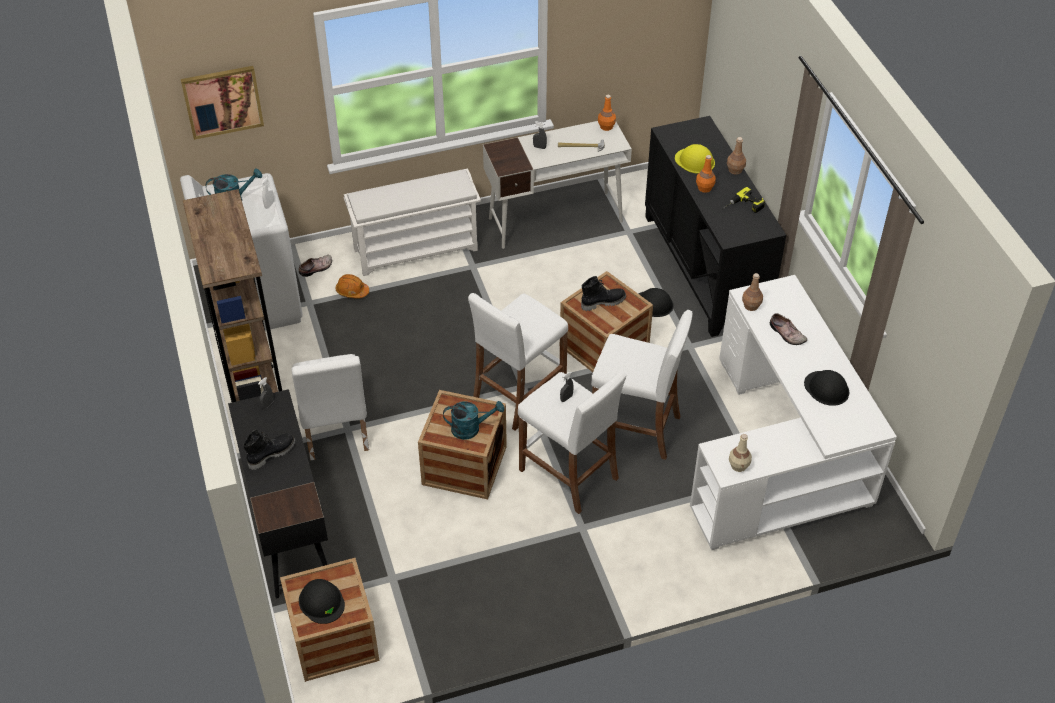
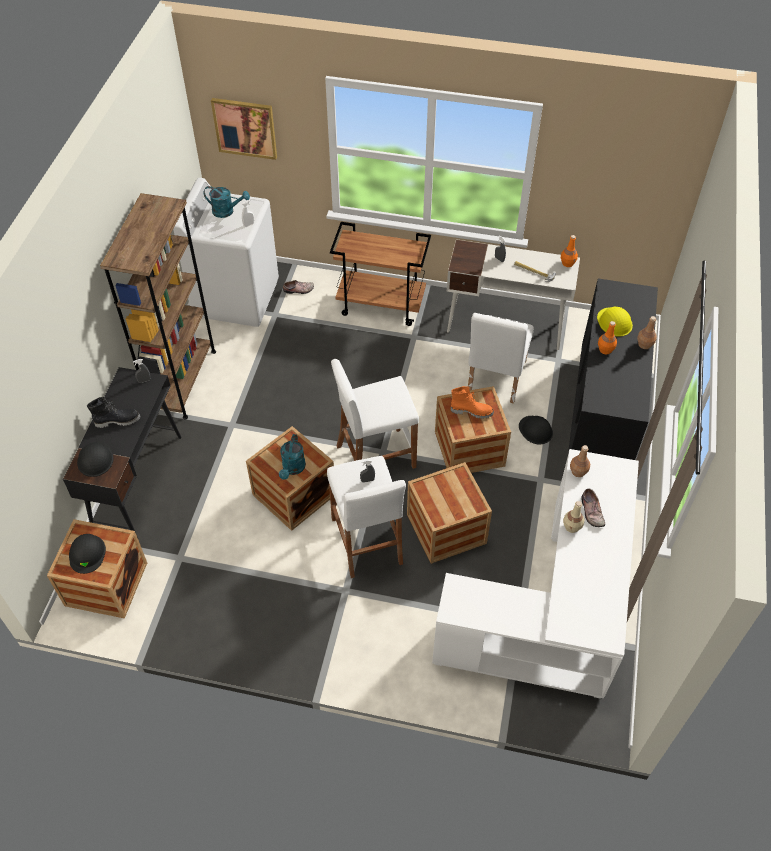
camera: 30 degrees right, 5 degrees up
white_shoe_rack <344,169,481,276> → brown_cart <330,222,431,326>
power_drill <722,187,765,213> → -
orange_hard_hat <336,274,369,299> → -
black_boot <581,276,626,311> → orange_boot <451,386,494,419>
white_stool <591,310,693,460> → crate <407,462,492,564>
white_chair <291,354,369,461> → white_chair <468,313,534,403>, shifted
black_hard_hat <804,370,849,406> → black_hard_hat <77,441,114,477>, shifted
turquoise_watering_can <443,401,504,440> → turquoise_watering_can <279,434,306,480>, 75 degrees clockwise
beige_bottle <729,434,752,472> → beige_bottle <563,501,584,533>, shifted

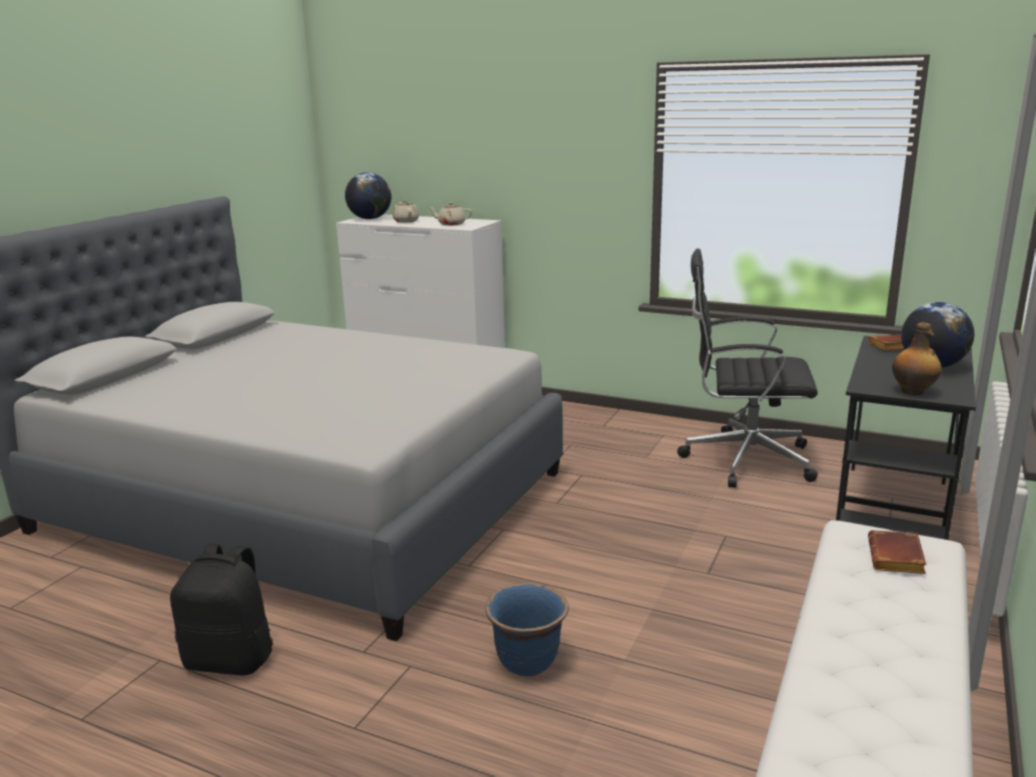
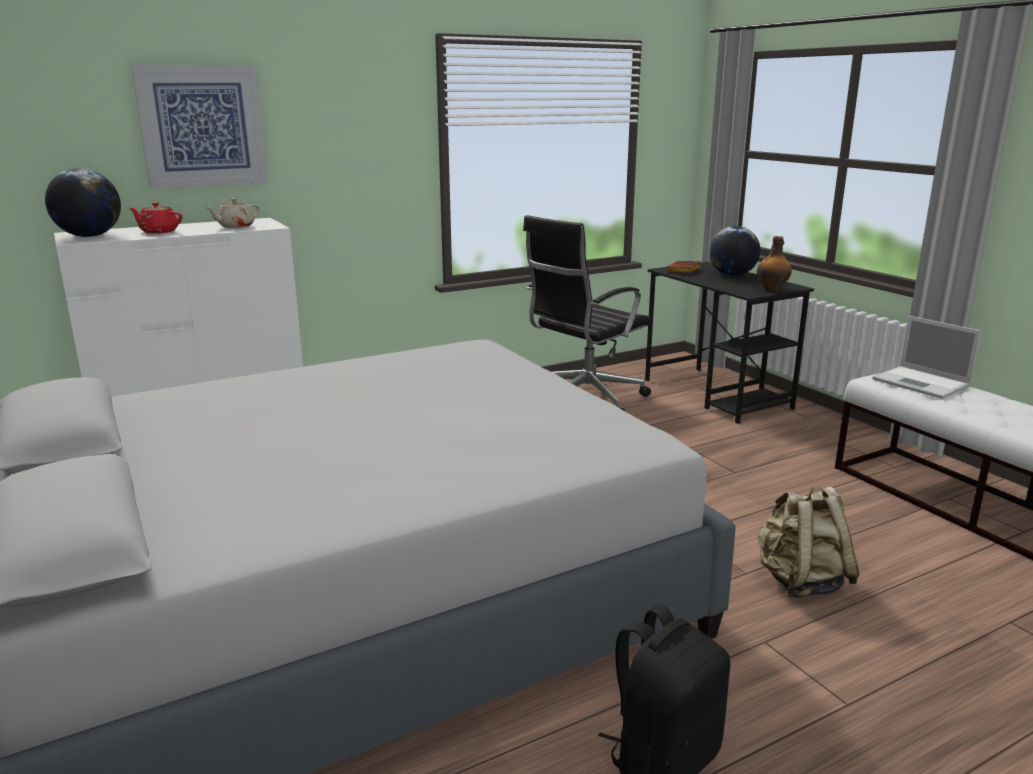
camera: 55 degrees left, 0 degrees up
beige_teapot <392,200,419,223> → red_teapot <130,202,182,234>
brown_book <868,530,927,574> → laptop <872,316,982,399>
blue_planter <485,582,569,676> → beige_backpack <757,487,860,598>
- → picture <131,64,267,188>

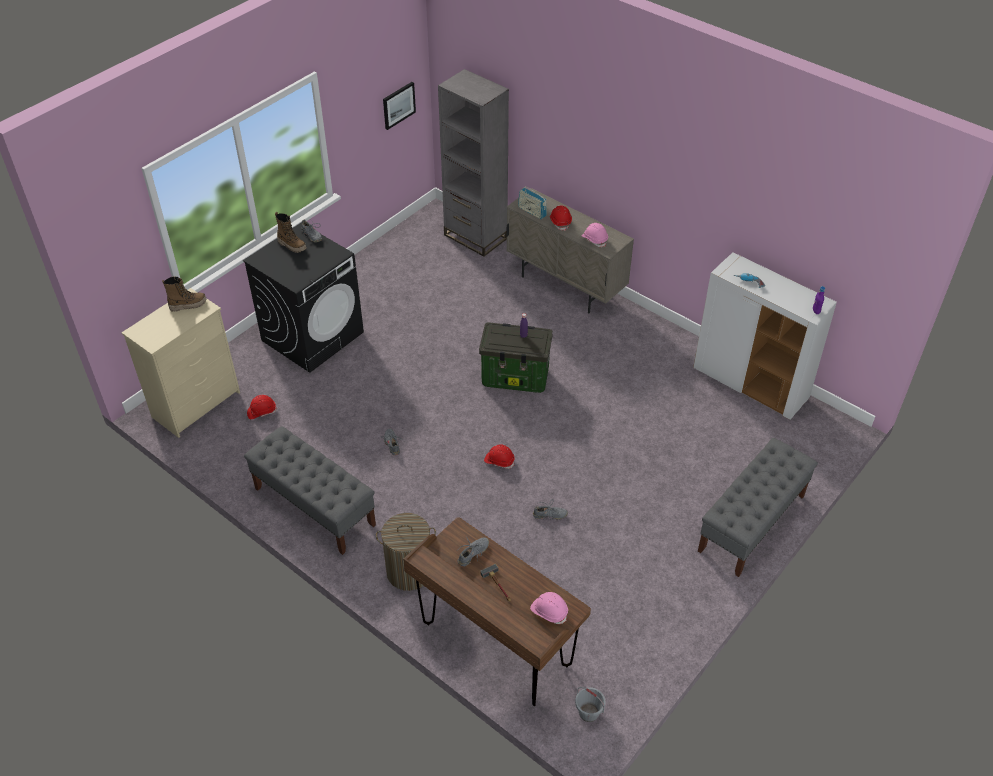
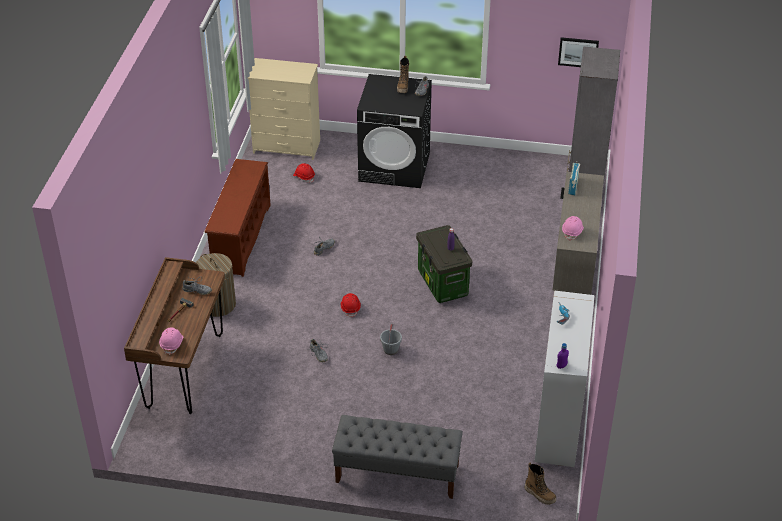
camera: 60 degrees right, 5 degrees down
red_hard_hat <550,205,572,231> → -
boot <162,276,207,312> → boot <524,462,556,505>, shifted
grey_bench <244,426,376,555> → brown_shoe_rack <204,159,271,277>
grey_bucket <575,687,605,722> → grey_bucket <380,323,402,355>, shifted

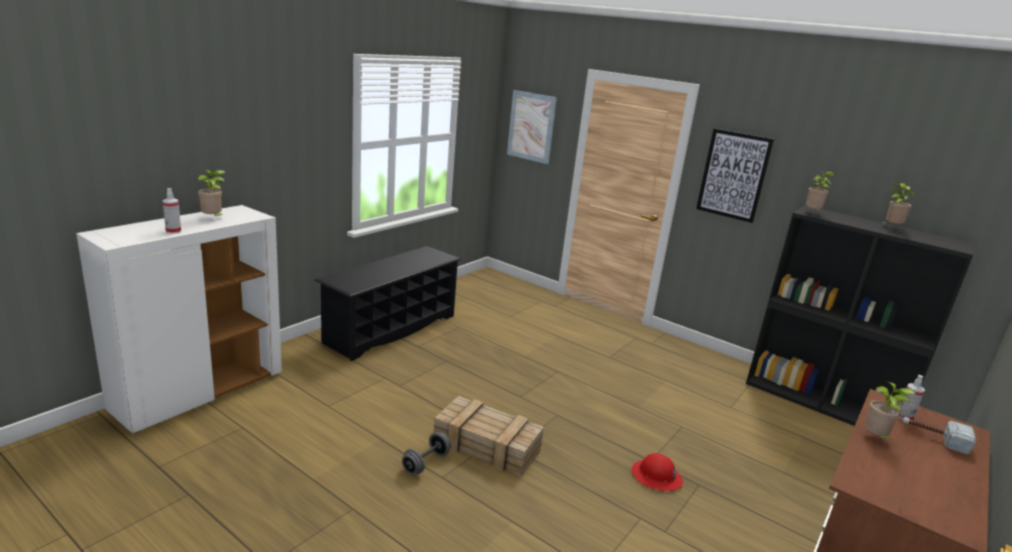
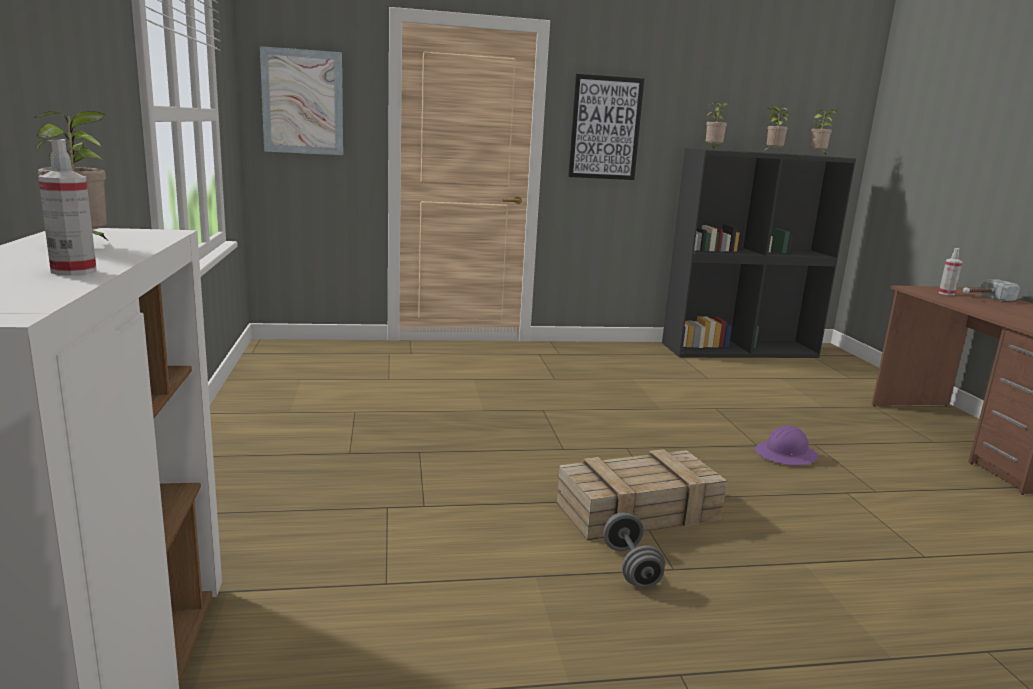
camera: 45 degrees left, 5 degrees down
black_shoe_rack <314,246,461,361> → -
potted_plant <864,381,916,439> → potted_plant <810,110,836,154>, shifted
red_hard_hat <631,453,683,491> → purple_hard_hat <755,426,818,466>

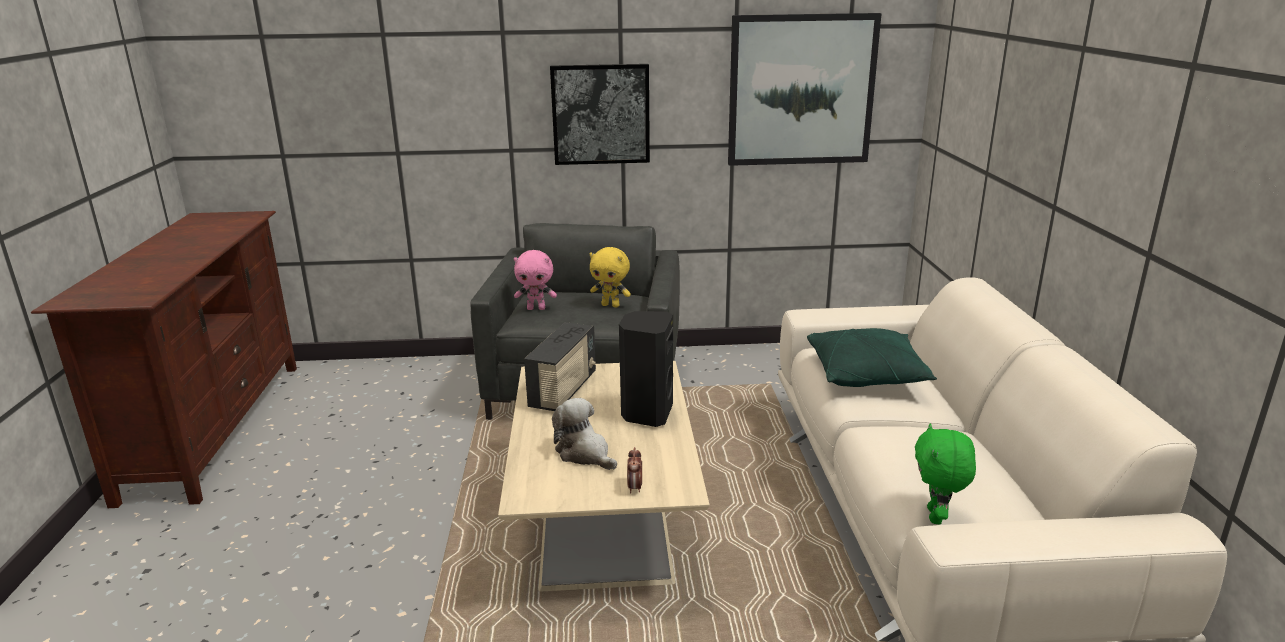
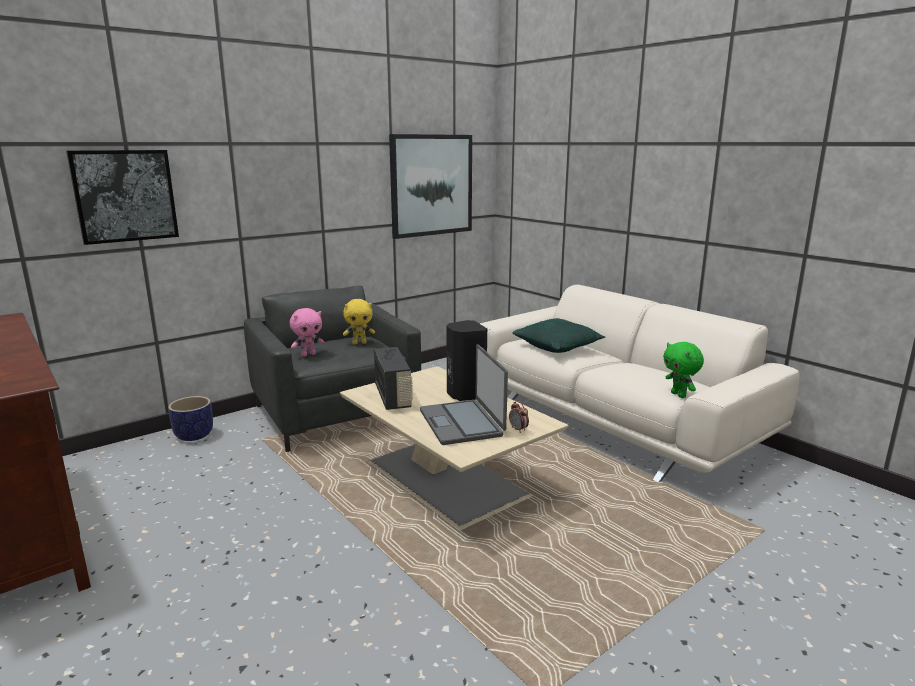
camera: 35 degrees left, 5 degrees down
picture <550,64,650,165> → picture <66,150,179,245>, shifted
plush_toy <552,398,617,470> → laptop <420,344,508,445>
- → planter <168,396,213,441>

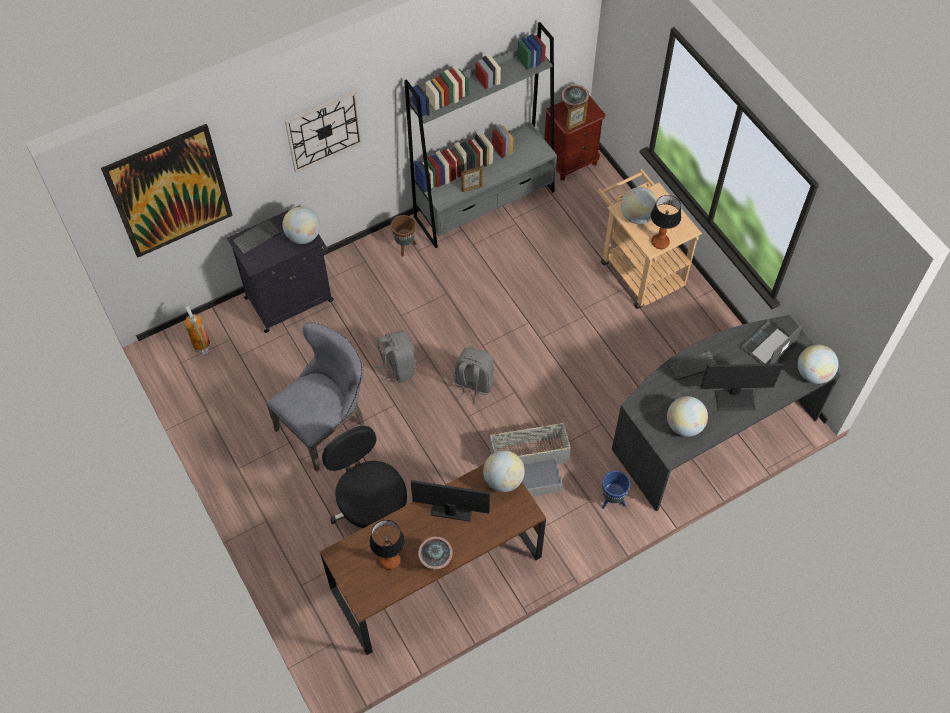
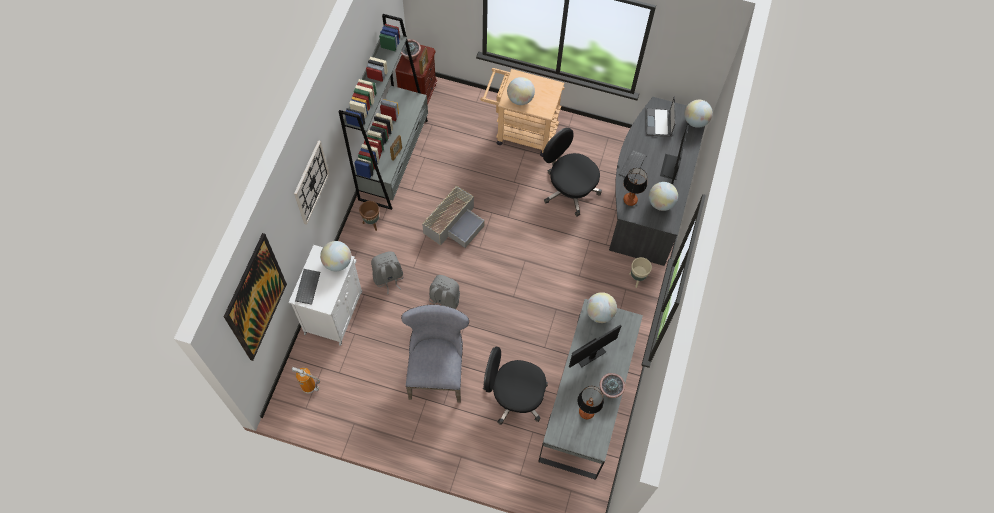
camera: 45 degrees left, 5 degrees up
table_lamp <651,195,681,249> → table_lamp <623,168,647,206>, shifted
black_cabinet <227,205,334,333> → white_cabinet <288,245,362,346>
grey_backpack <454,348,493,405> → grey_backpack <371,251,403,294>, shifted
monitor <700,363,783,411> → monitor <660,124,689,184>, 150 degrees clockwise
grey_storage_box <490,421,571,496> → grey_storage_box <422,186,485,248>, shifted
brown_desk <320,464,546,655> → grey_desk <538,299,643,480>
blue_planter <602,471,631,509> → beige_planter <629,257,652,288>
- → black_office_chair <543,128,602,216>

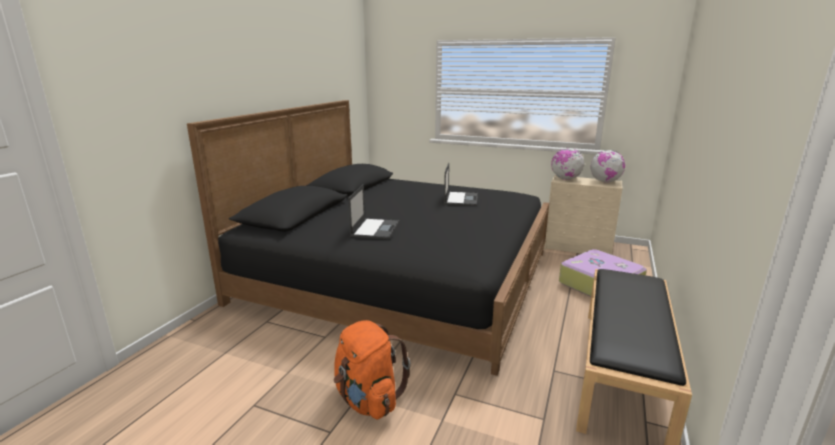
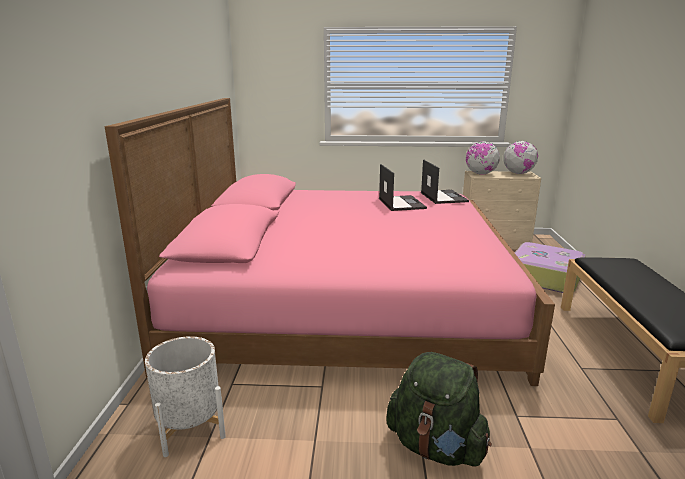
camera: 20 degrees left, 0 degrees up
black_bed <187,100,549,376> → pink_bed <105,98,555,386>
laptop <348,184,399,240> → laptop <421,159,469,204>, shifted
orange_backpack <334,320,411,419> → green_backpack <386,352,492,467>
- → white_planter <145,336,226,457>

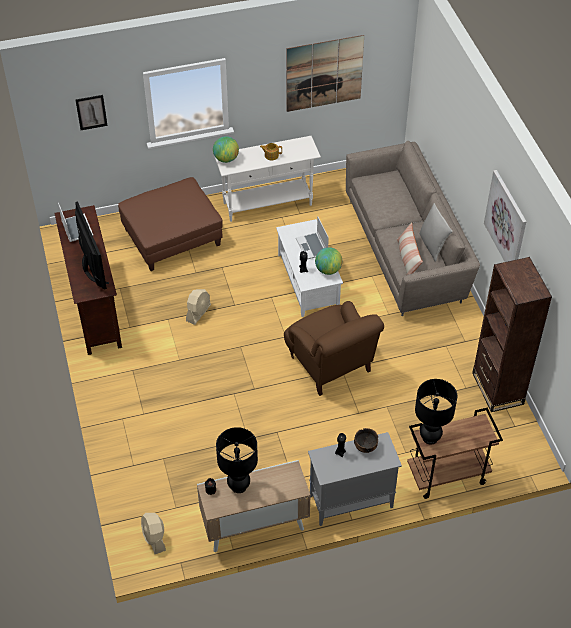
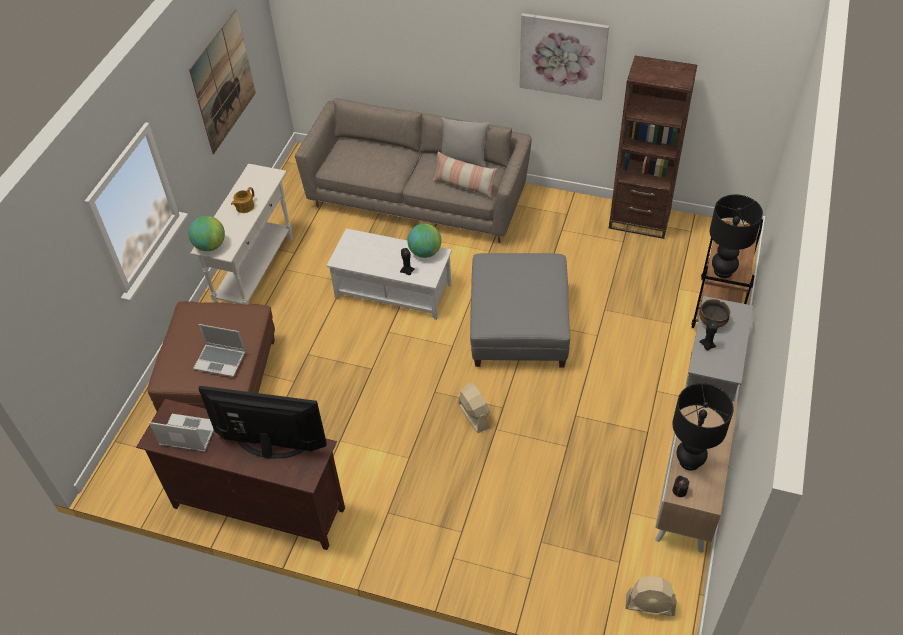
camera: 55 degrees left, 0 degrees up
picture <76,95,108,130> → -
laptop <296,216,329,259> → laptop <193,324,246,377>, shifted
beige_fan <186,289,211,325> → beige_fan <458,383,490,433>, shifted
brown_armchair <284,301,384,396> → grey_ottoman <470,253,570,368>

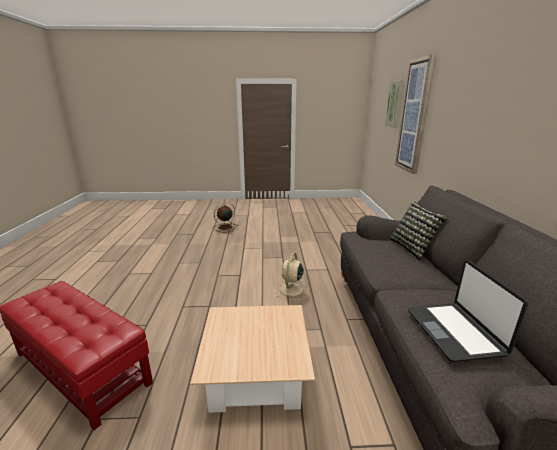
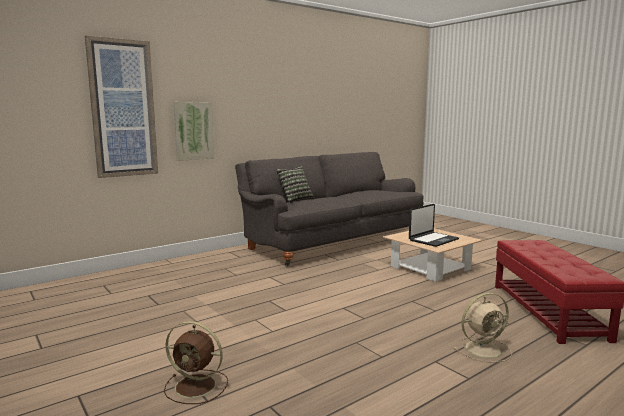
camera: 125 degrees left, 10 degrees down
picture <385,80,404,128> → picture <173,102,214,161>, shifted
beige_fan <274,253,308,300> → beige_fan <453,293,512,363>, shifted
laptop <408,260,528,362> → laptop <409,204,459,247>, shifted

